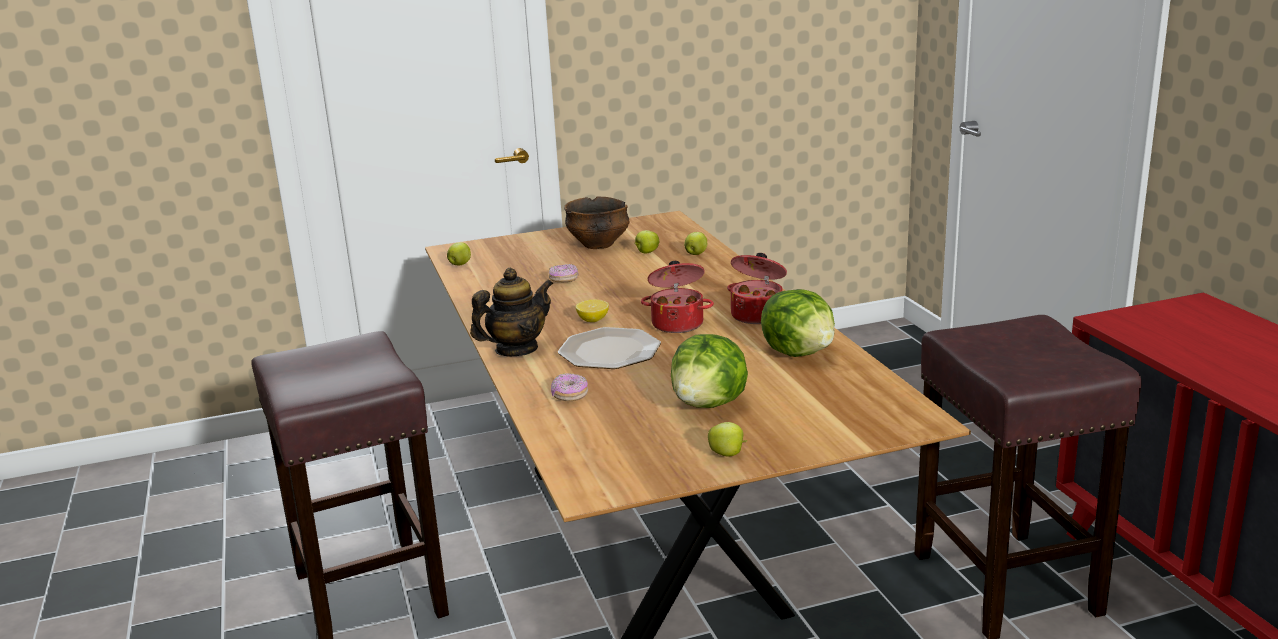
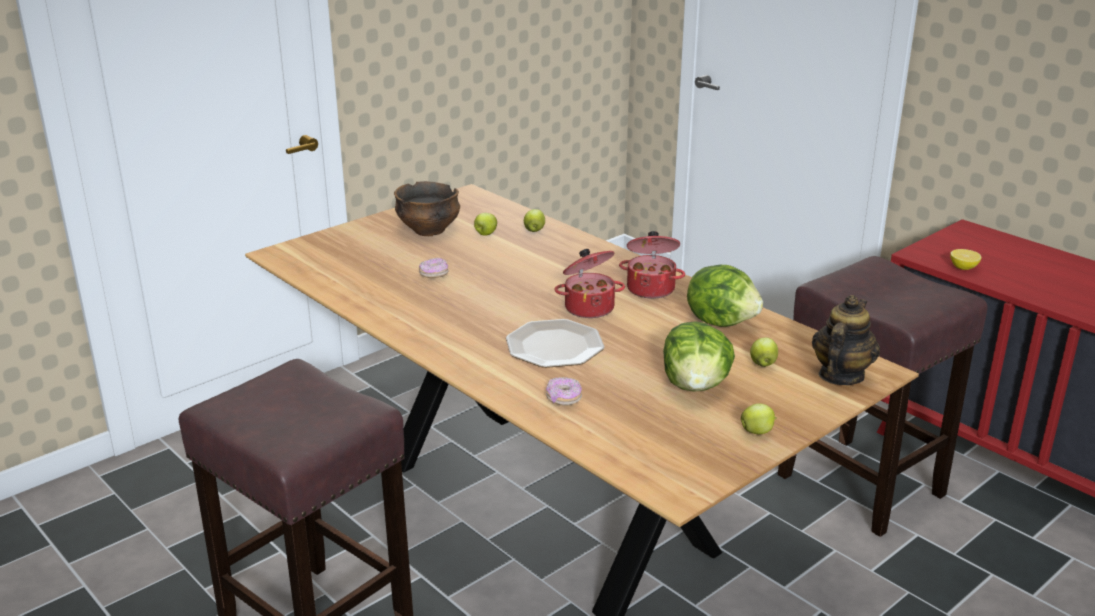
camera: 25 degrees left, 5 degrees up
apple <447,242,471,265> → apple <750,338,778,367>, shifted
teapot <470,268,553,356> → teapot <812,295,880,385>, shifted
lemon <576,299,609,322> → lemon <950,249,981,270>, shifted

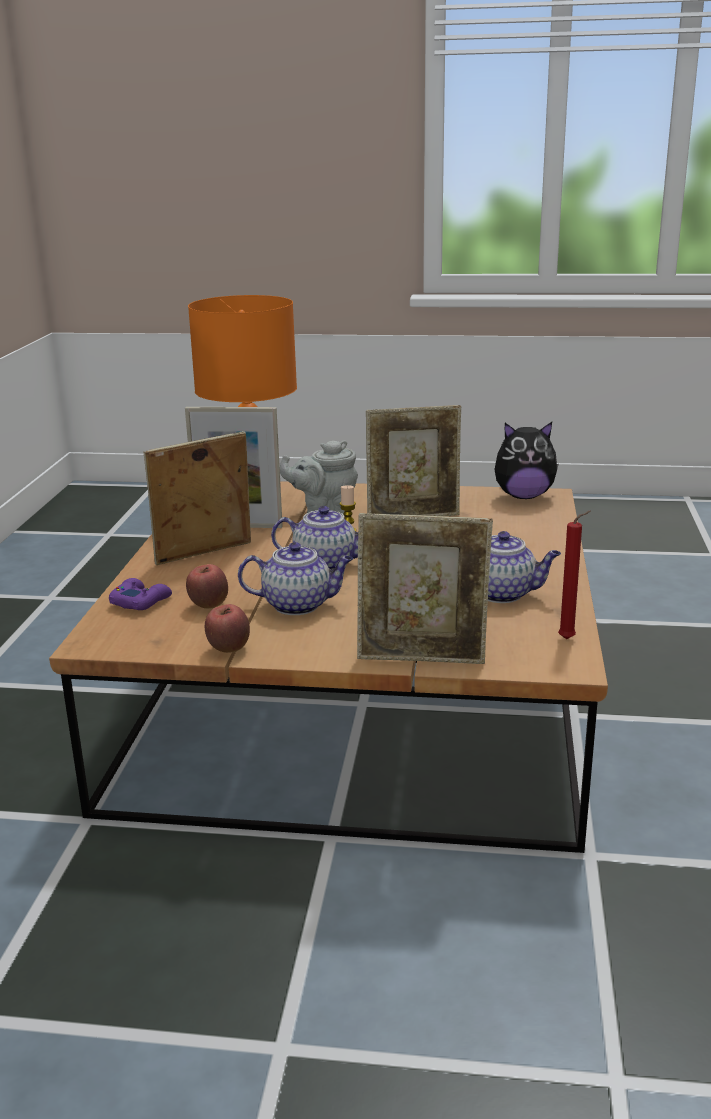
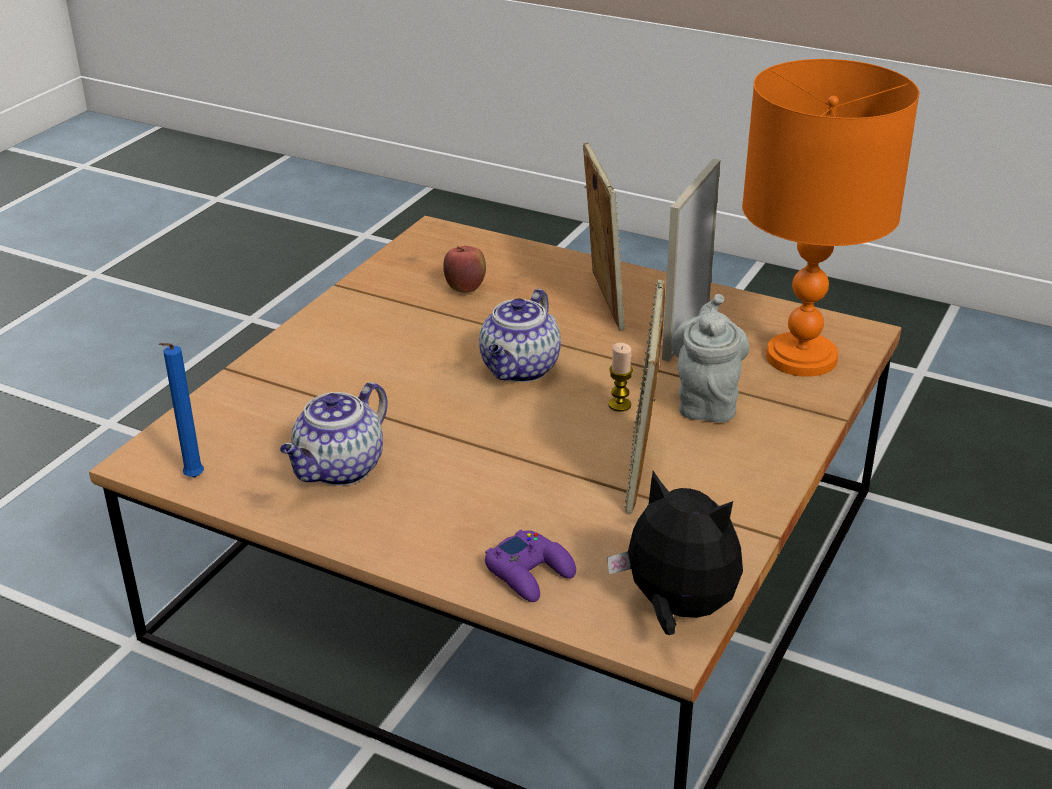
camera: 110 degrees right, 10 degrees up
plush_toy <495,422,559,499> → plush_toy <607,471,743,635>, 105 degrees clockwise
red_candle <558,511,591,639> → blue_candle <159,343,204,477>
picture_frame <357,513,493,664> → -
teapot <238,542,353,615> → -
purple_game_controller <109,578,172,610> → purple_game_controller <485,530,576,602>, shifted
apple <205,604,250,653> → -

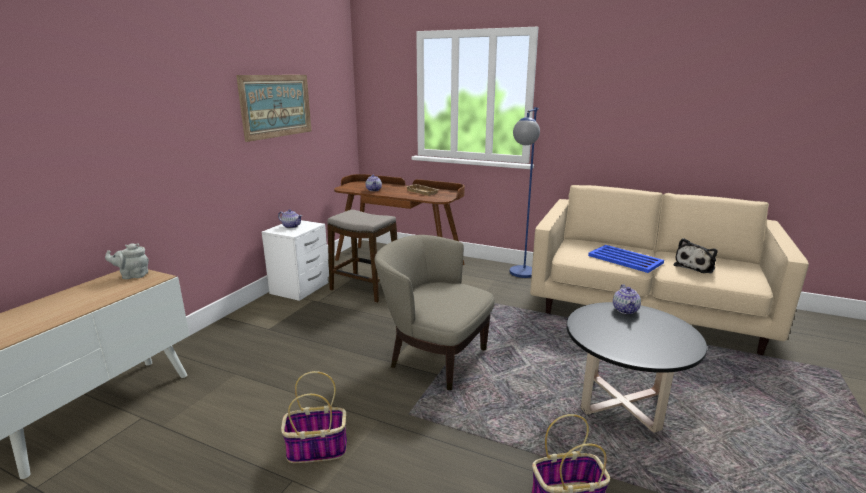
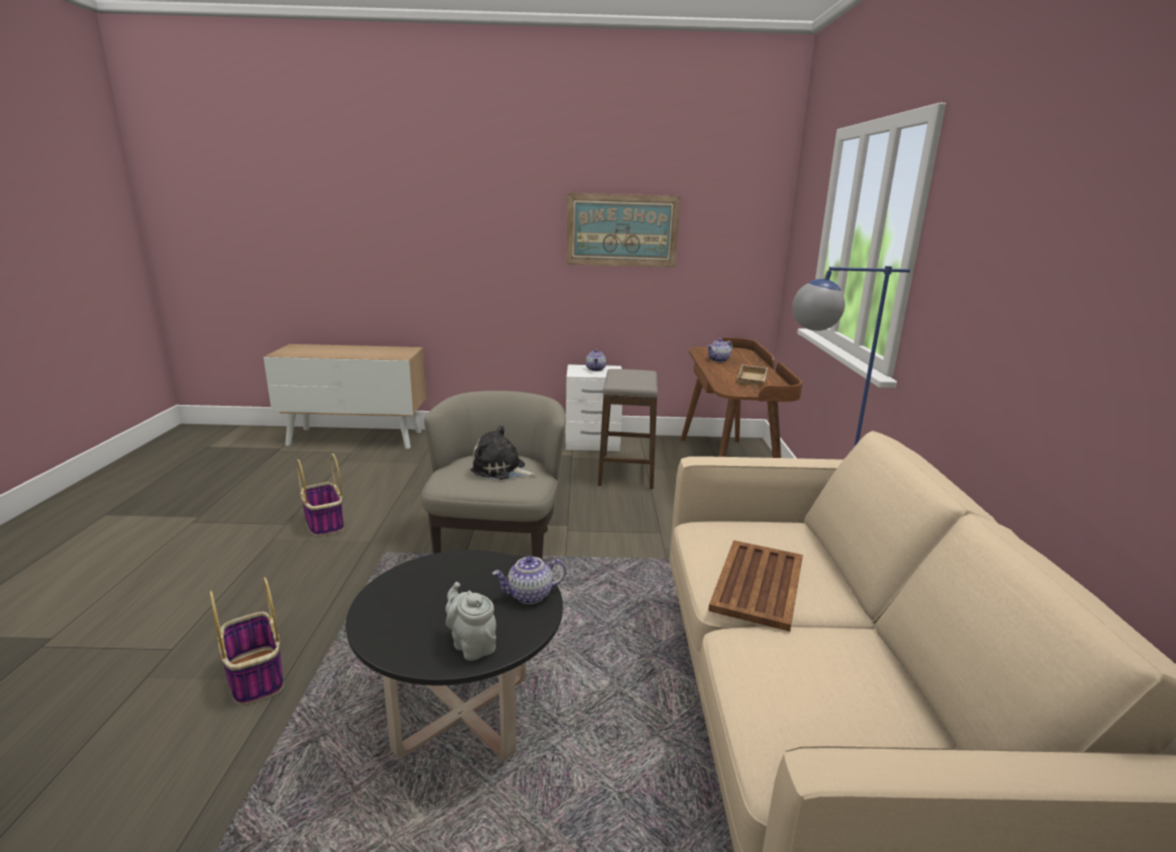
camera: 65 degrees right, 0 degrees up
plush_toy <674,238,718,273> → plush_toy <471,425,537,480>, shifted
grey_teapot <105,243,149,279> → grey_teapot <446,582,496,661>, shifted
blue_tray <588,245,664,273> → brown_tray <708,540,803,632>

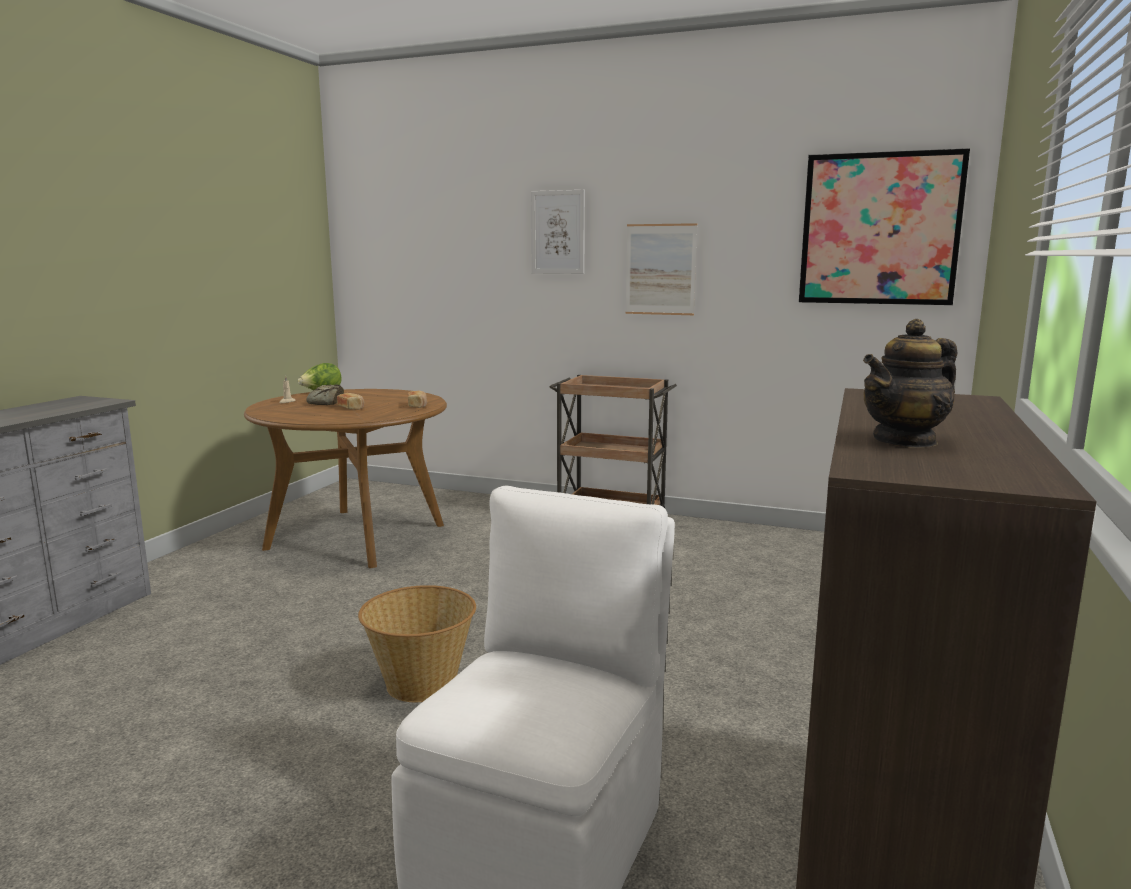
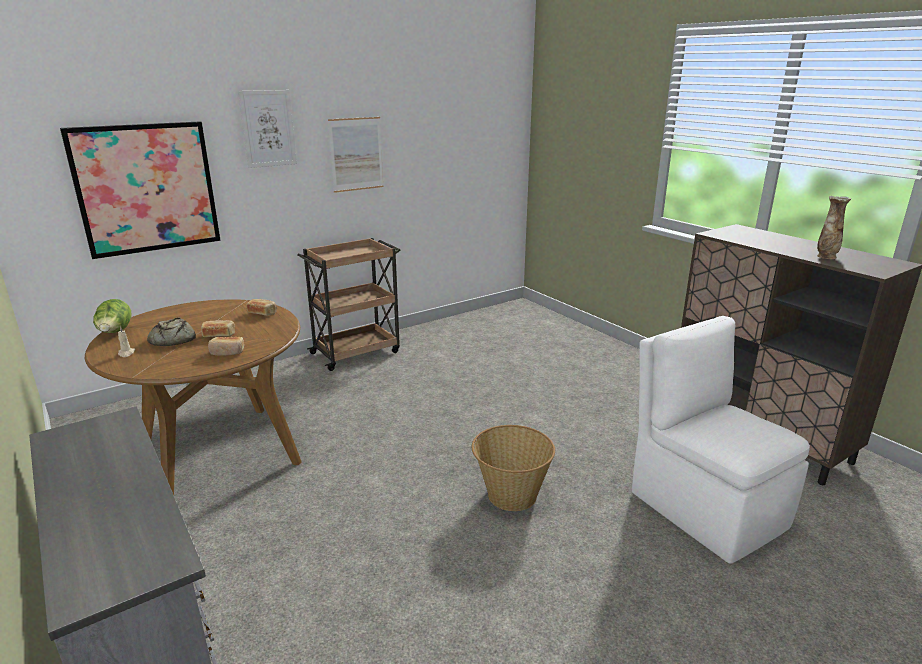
camera: 55 degrees left, 10 degrees up
picture <799,148,970,305> → picture <60,121,221,259>, shifted
teapot <863,319,957,448> → vase <817,196,851,259>
- → bread <208,337,244,356>

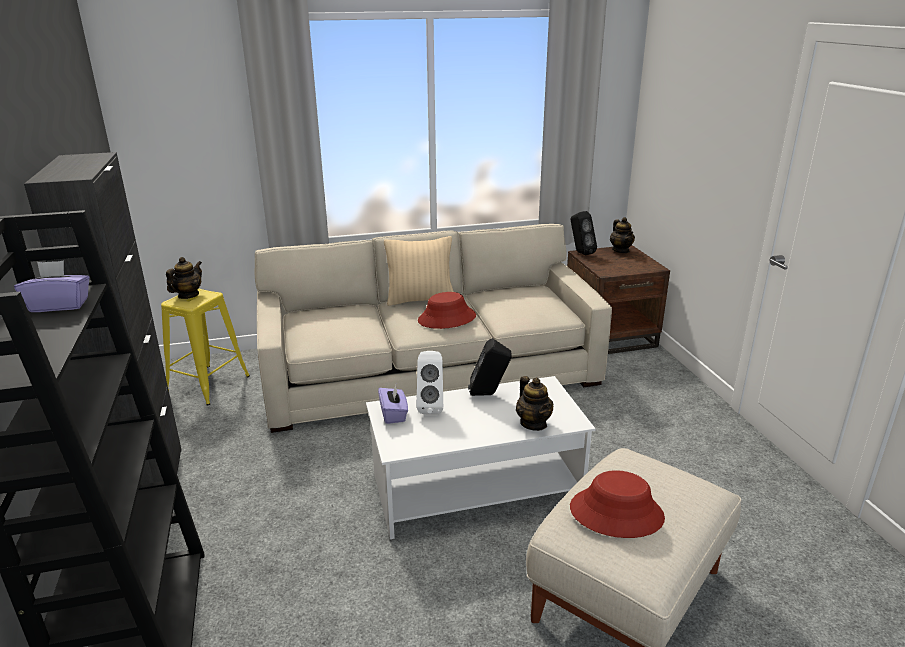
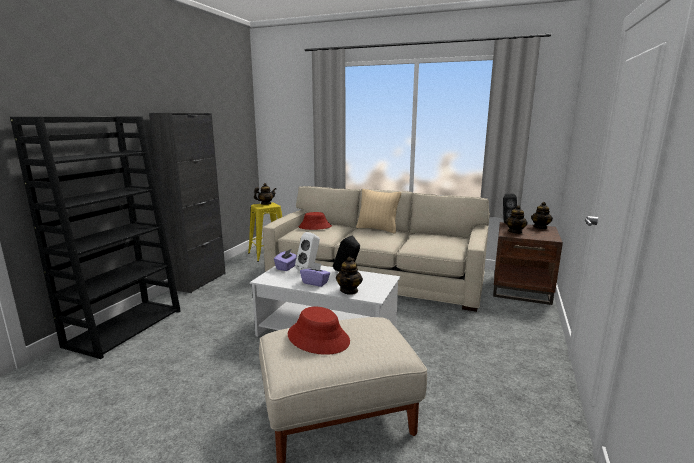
camera: 35 degrees right, 10 degrees down
purple_tissue_box <14,260,90,312> → purple_tissue_box <300,262,330,287>, shifted
red_hat <418,292,476,329> → red_hat <299,212,332,230>, shifted
- → teapot <505,205,528,234>

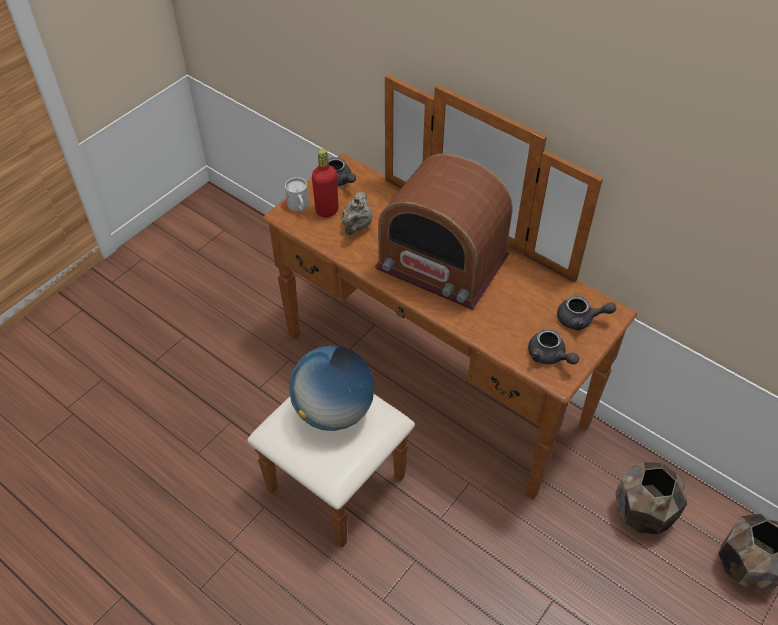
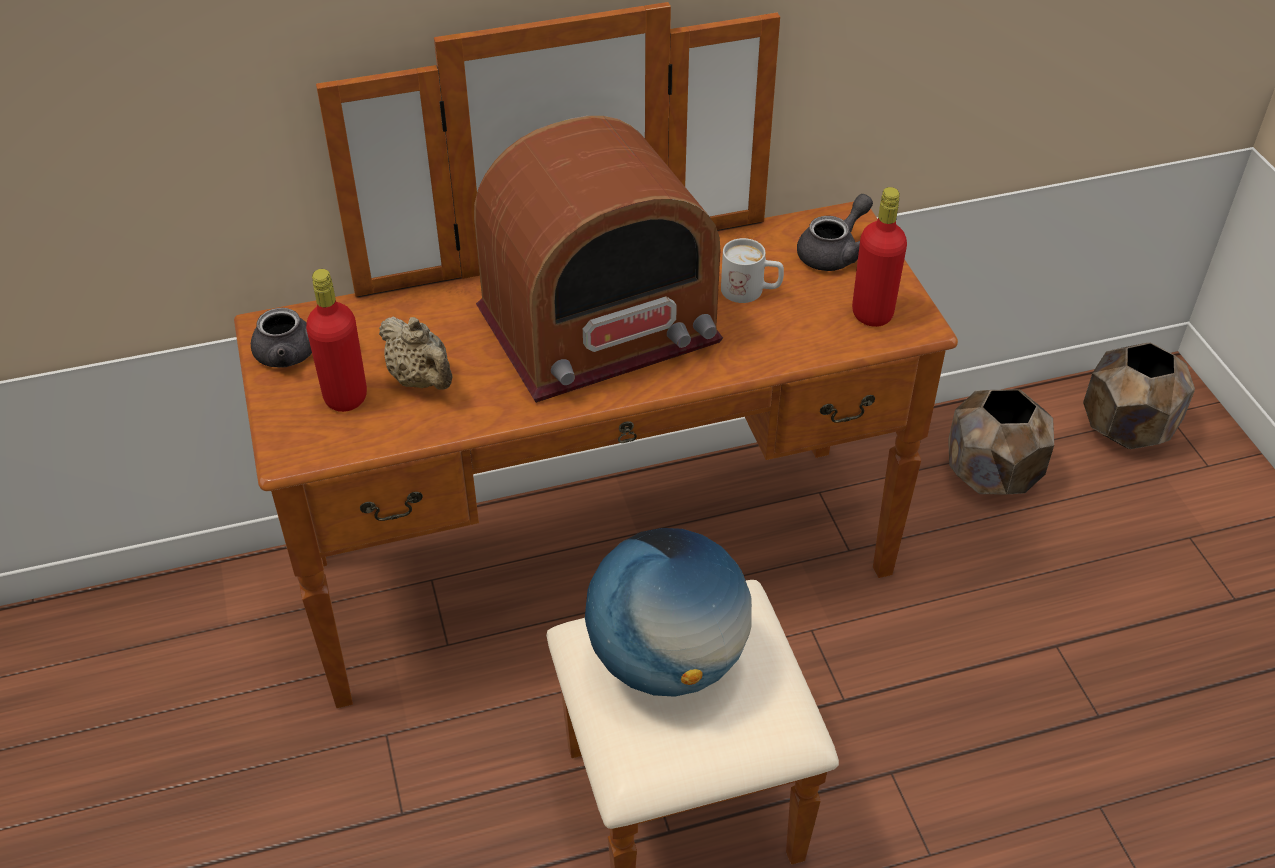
camera: 55 degrees left, 5 degrees down
white_mug <285,177,309,212> → white_mug <721,238,784,303>, shifted
grey_teapot <528,329,579,364> → red_bottle <852,187,907,327>

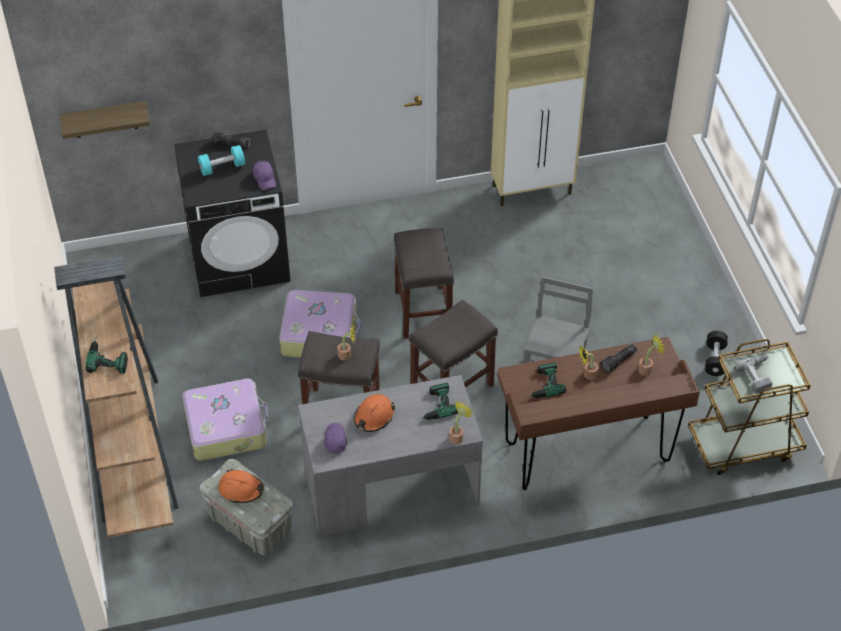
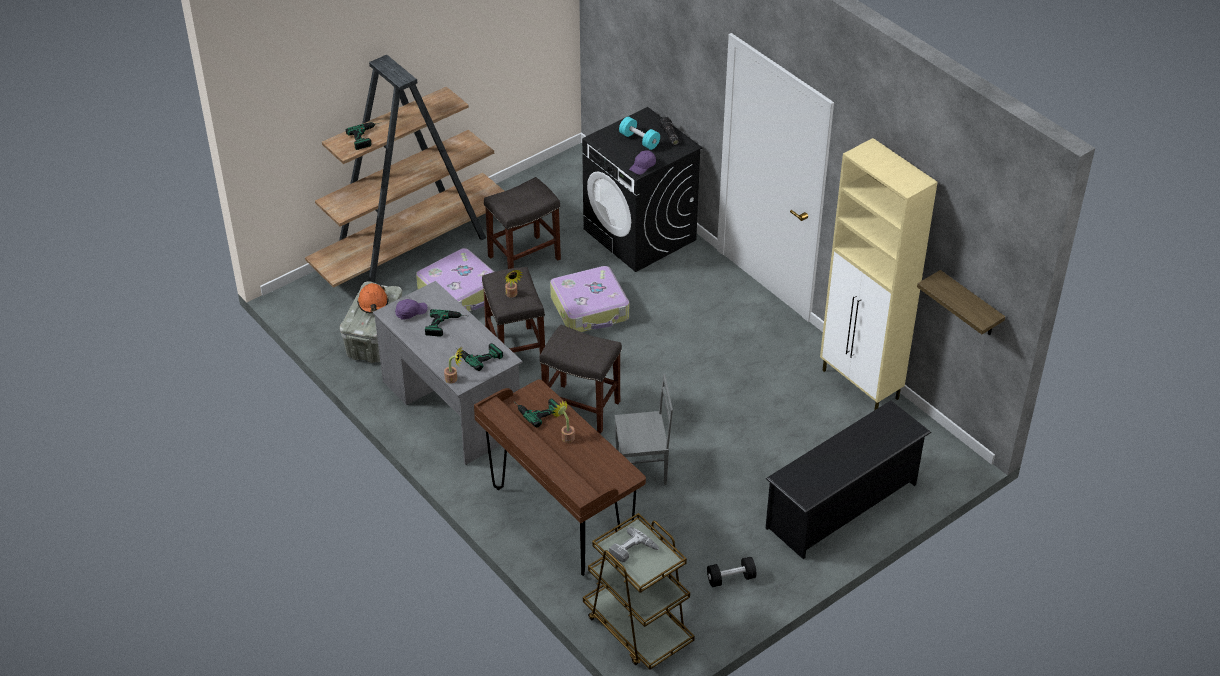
camera: 65 degrees right, 5 degrees down
shelf <59,101,150,139> → shelf <917,270,1005,335>, shifted
grey_stool <394,228,454,339> → grey_stool <484,177,561,269>, shifted
potted_plant <638,333,666,376> → -
flashlight <600,344,637,373> → -
orange_hard_hat <354,394,395,432> → power_drill <425,309,465,337>
- → black_shoe_rack <765,400,931,559>

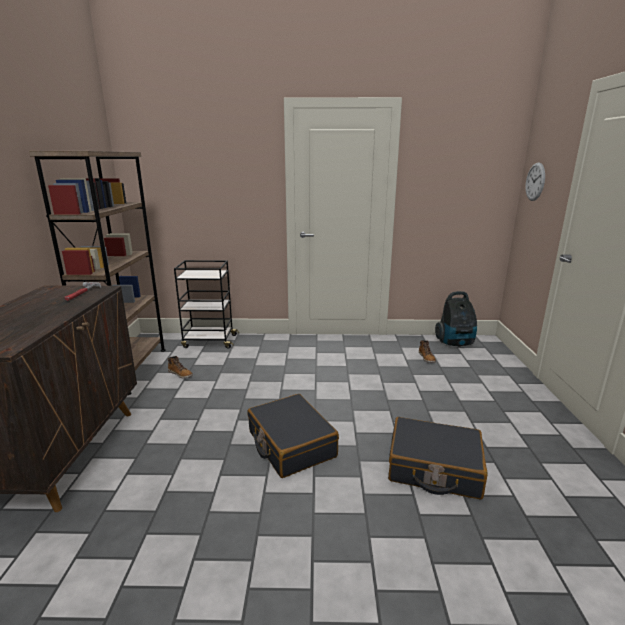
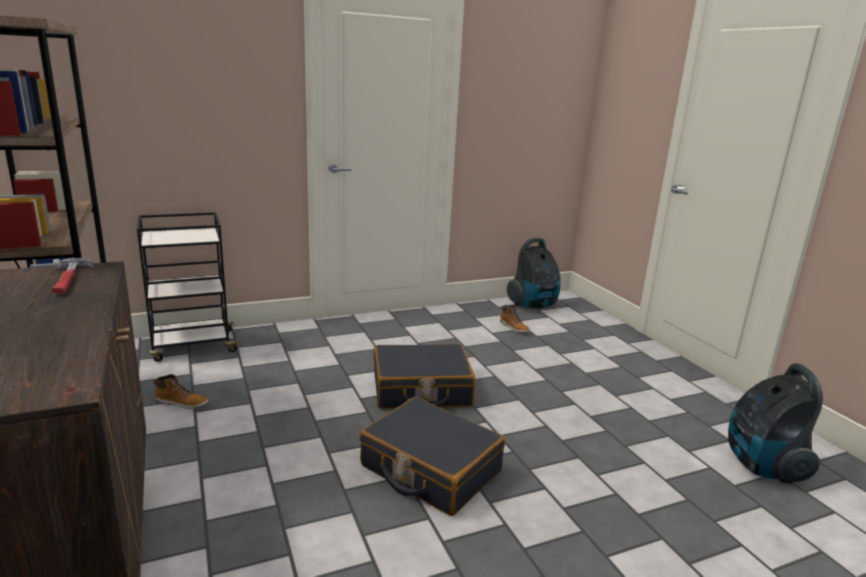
camera: 25 degrees left, 0 degrees up
wall_clock <526,162,545,201> → -
black_suitcase <388,417,488,499> → black_suitcase <374,344,476,408>, shifted
- → vacuum_cleaner <728,363,823,484>

